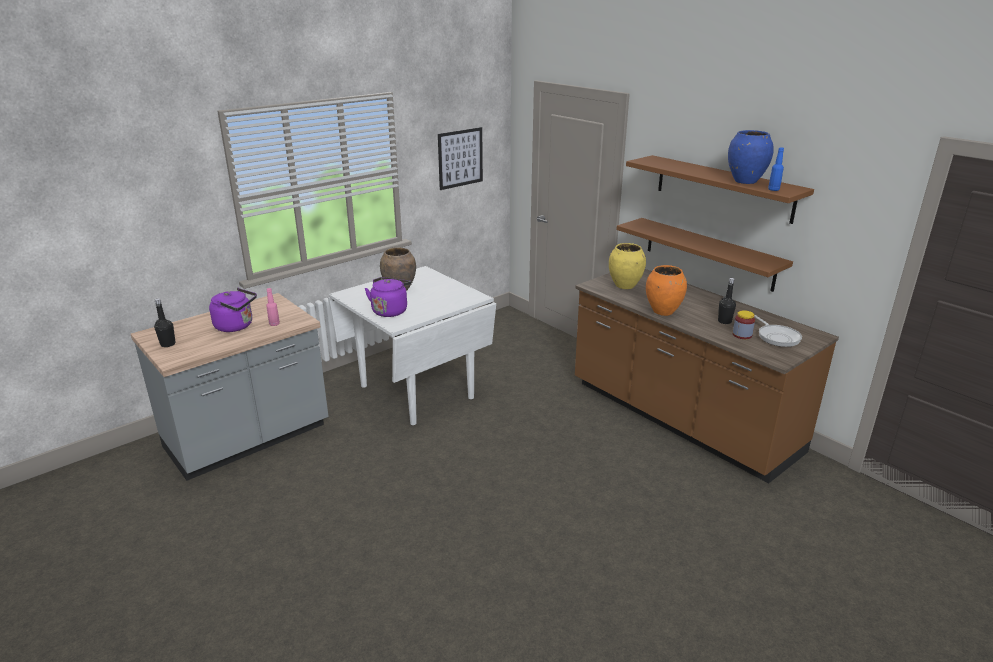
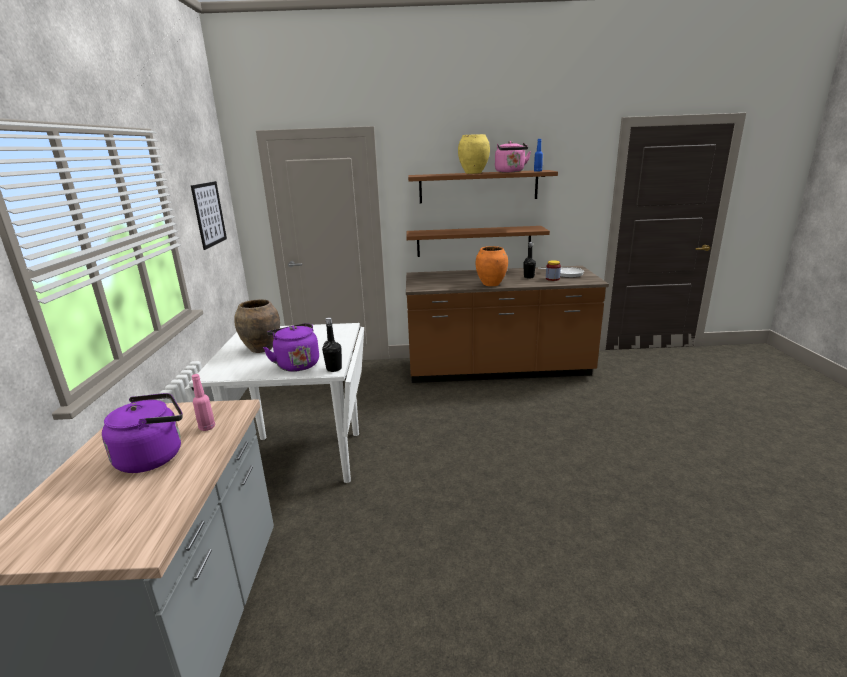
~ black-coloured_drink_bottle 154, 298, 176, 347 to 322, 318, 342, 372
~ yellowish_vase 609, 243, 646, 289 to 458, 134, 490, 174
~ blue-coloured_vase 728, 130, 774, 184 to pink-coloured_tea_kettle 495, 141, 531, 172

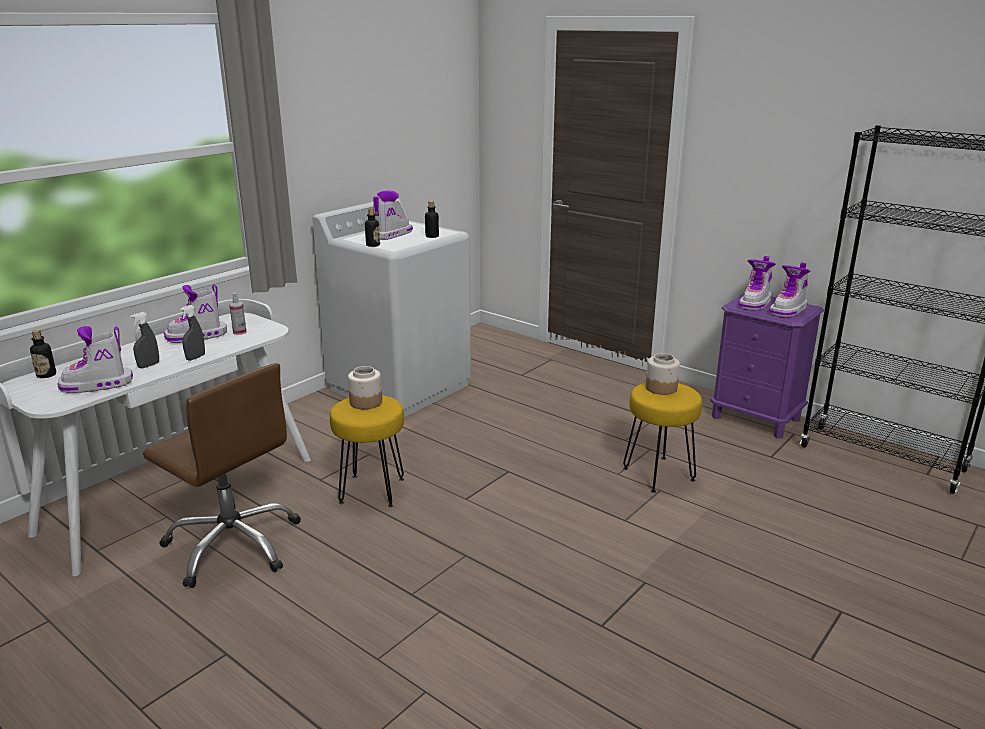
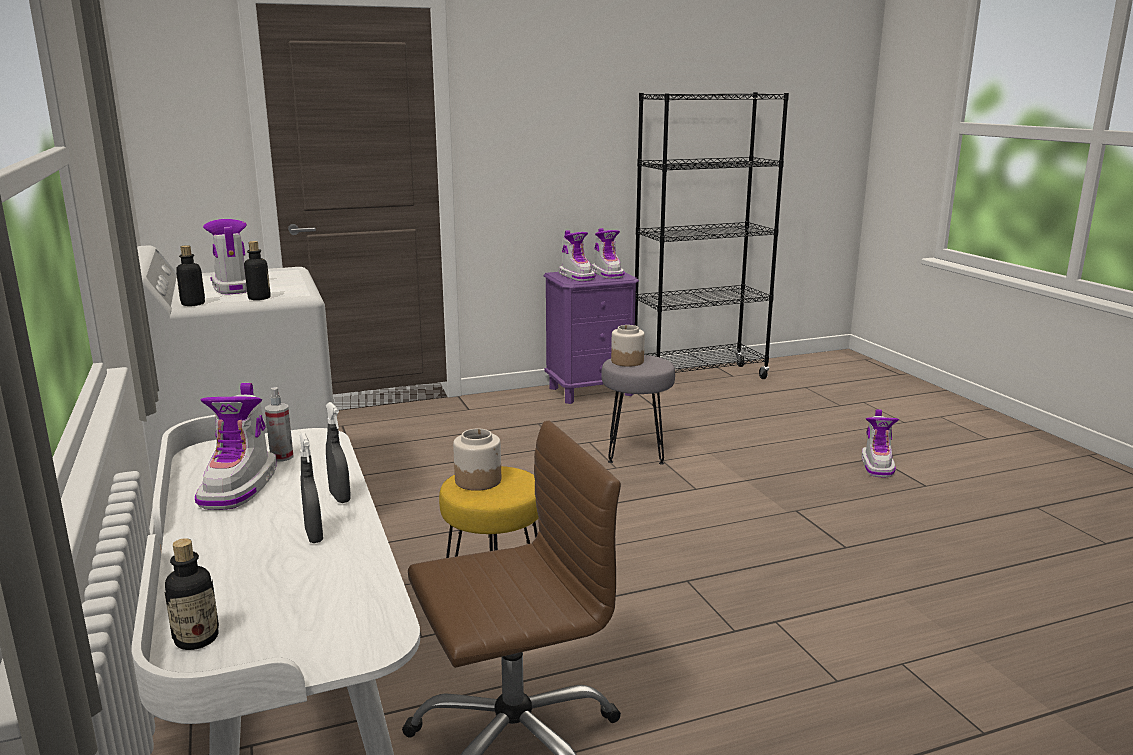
~ boot 57, 326, 133, 393 to 861, 409, 899, 477
~ drink_bottle 425, 201, 439, 238 to 176, 245, 205, 306
~ yellowish_sitting_stool 623, 383, 702, 493 to greyish_sitting_stool 601, 355, 675, 465

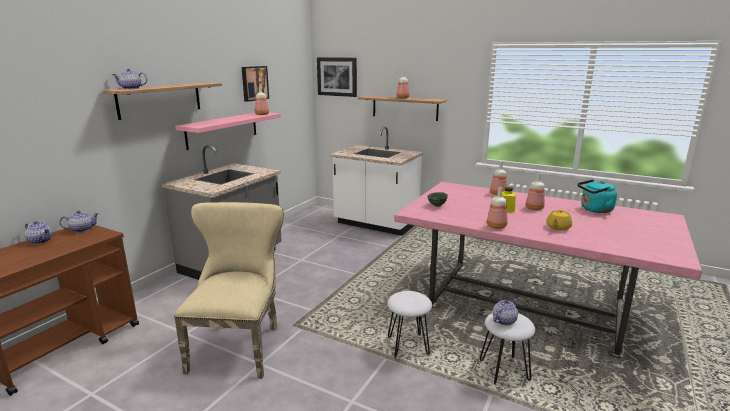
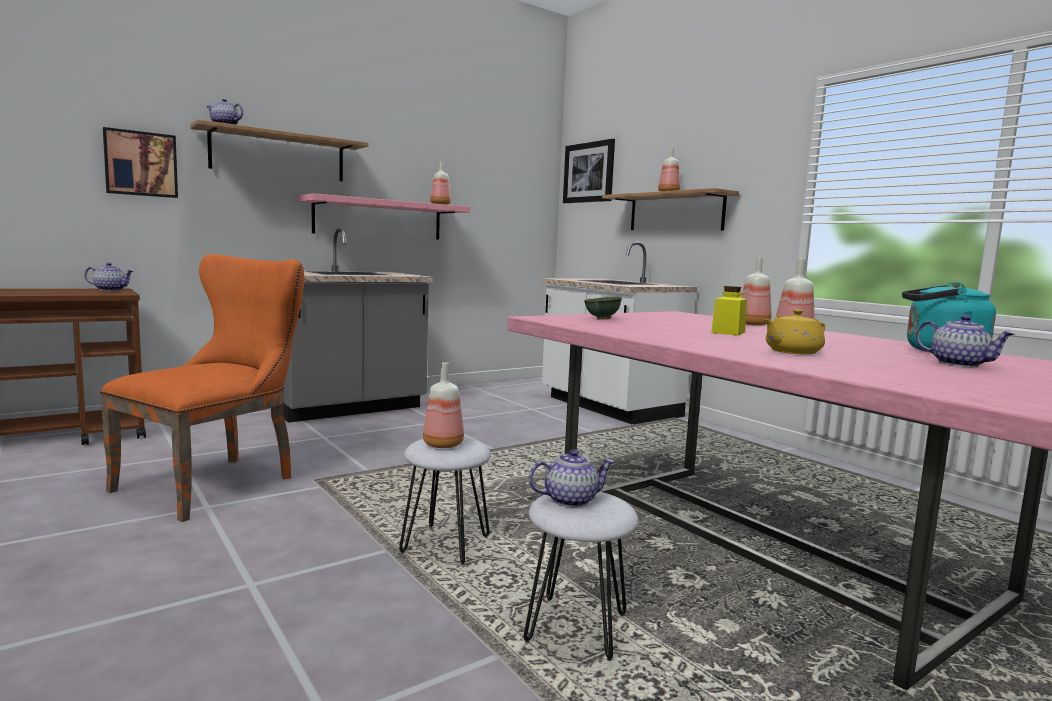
~ pot_for_tea 25, 221, 52, 244 to 915, 315, 1015, 367
~ picture 242, 66, 269, 102 to 103, 127, 178, 198
~ drink_bottle 487, 187, 508, 229 to 423, 362, 464, 448
~ beige_chair 174, 202, 284, 379 to orangey_chair 100, 254, 304, 522

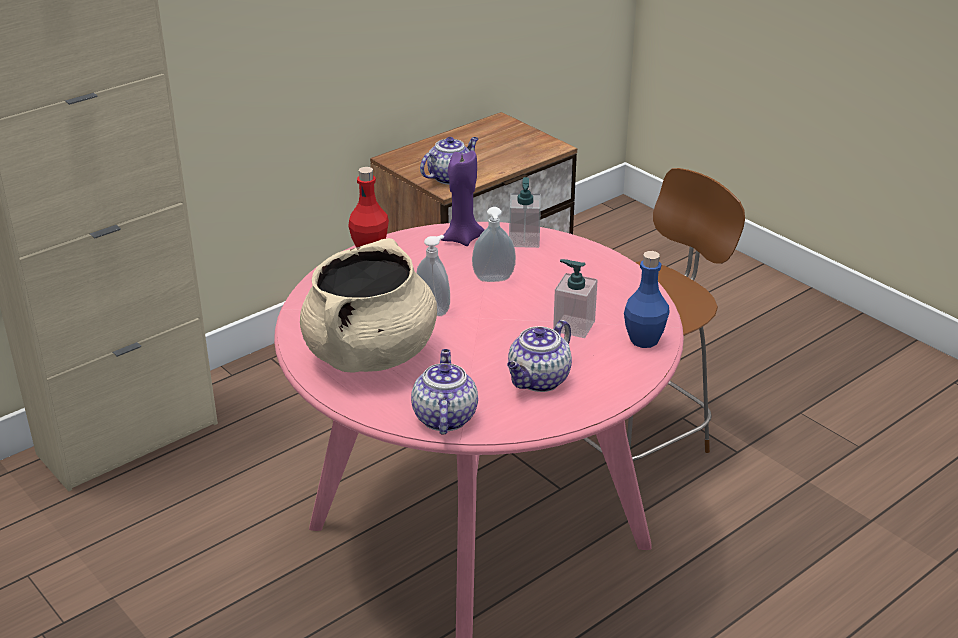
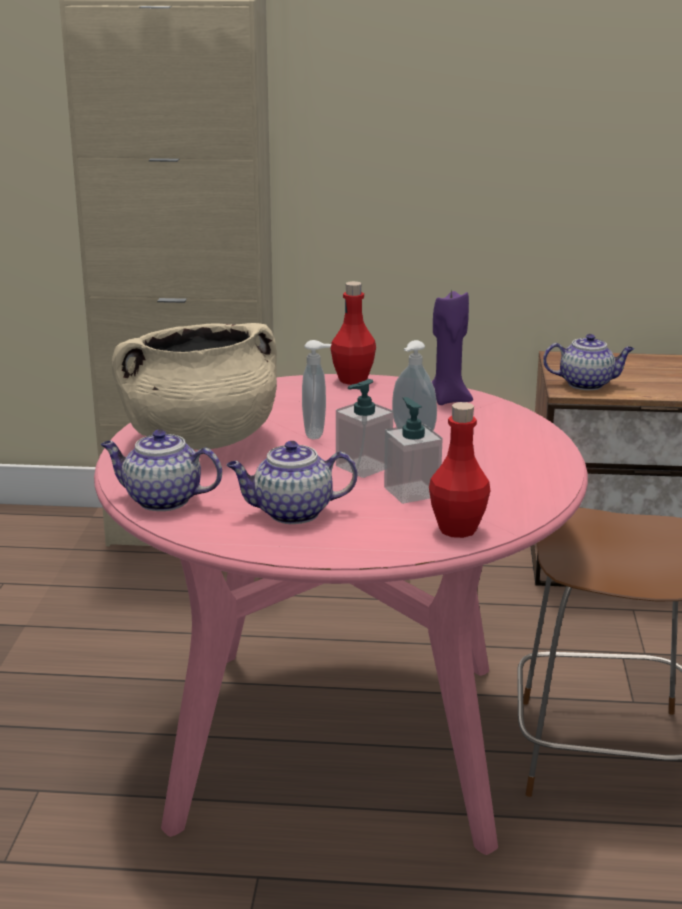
~ liquid_soap_bottle 509, 177, 541, 248 to 336, 379, 393, 478
~ blue-coloured_drink_bottle 624, 251, 670, 348 to red_drink_bottle 429, 402, 490, 538
~ pot_for_tea 411, 349, 478, 434 = 101, 430, 222, 511 120 degrees counterclockwise

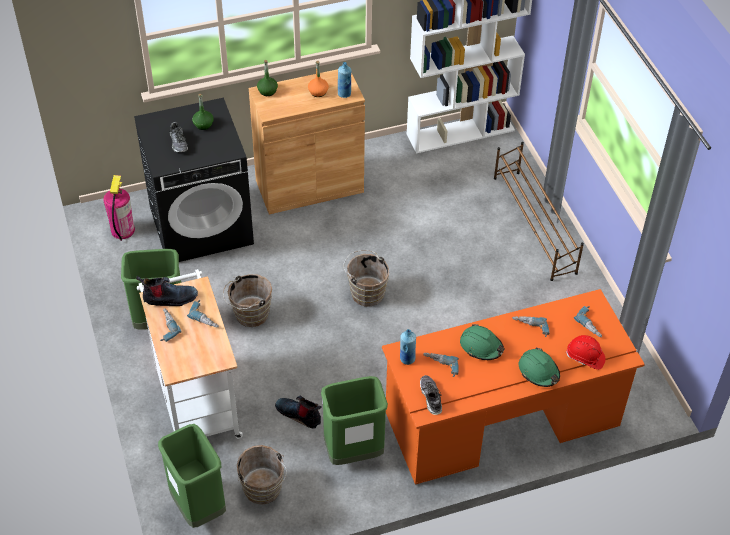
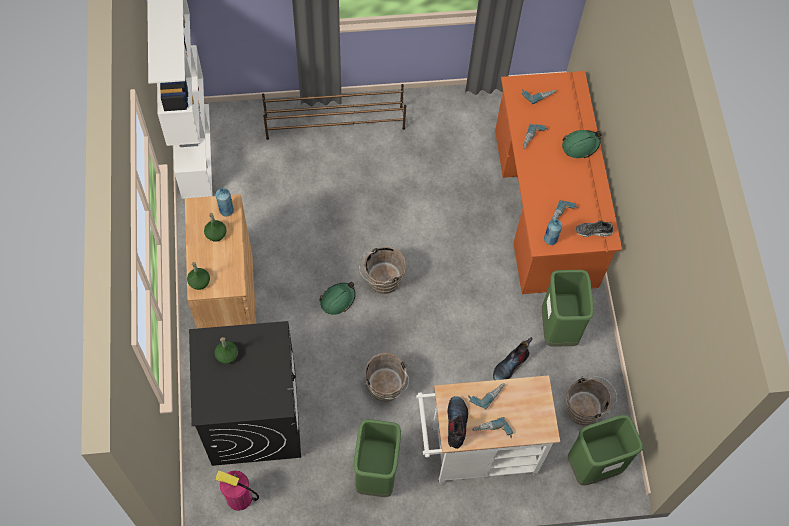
- item_of_footwear 169, 122, 188, 152
- red_safety_helmet 566, 335, 605, 370
~ green-coloured_safety_helmet 460, 324, 505, 360 to 319, 282, 356, 315
~ orangey_drink_bottle 308, 61, 329, 97 to green-coloured_drink_bottle 204, 213, 227, 242

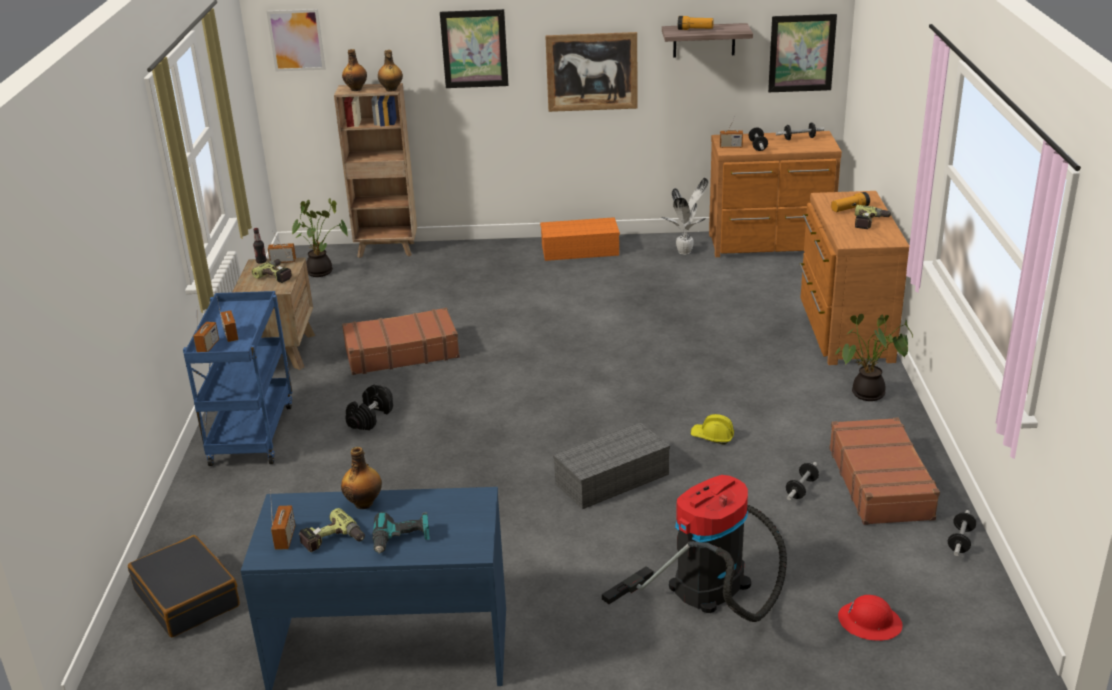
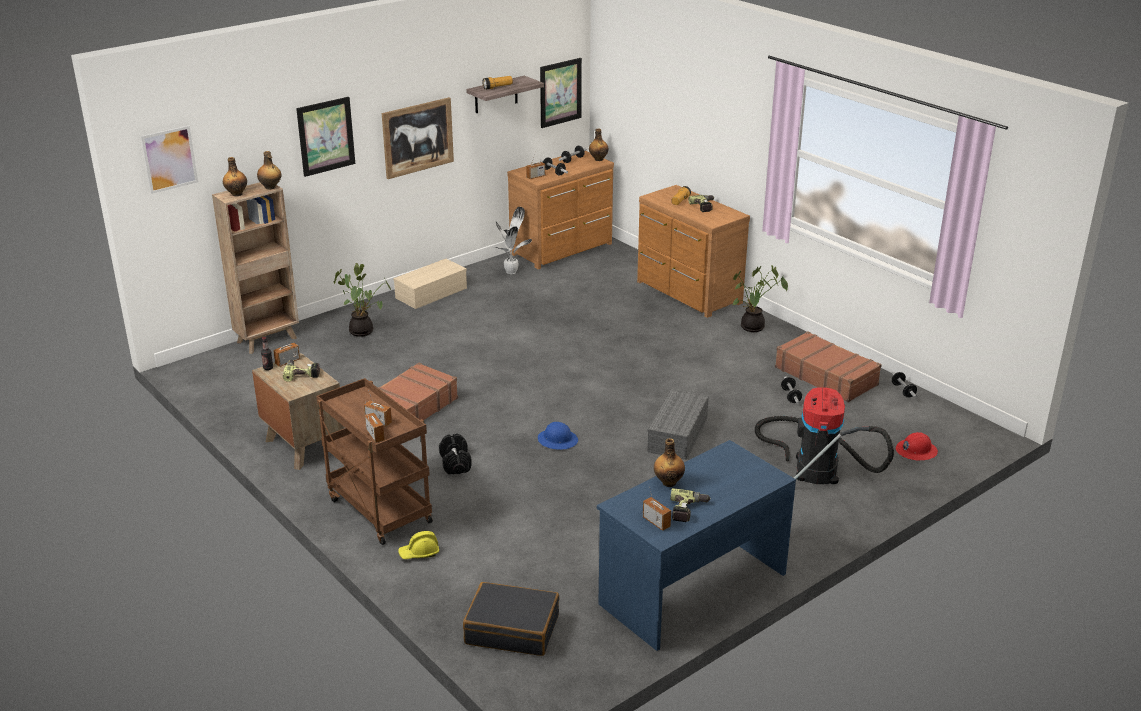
- power_drill 372, 512, 430, 554
+ blue-coloured_safety_helmet 538, 422, 578, 450
+ drink_bottle 589, 129, 609, 161
~ plant_in_a_pot 292, 198, 348, 277 to 333, 263, 391, 337
~ yellowish_safety_helmet 691, 414, 734, 445 to 398, 531, 439, 559
~ blue-coloured_trolley 183, 291, 292, 466 to brownish_trolley 316, 378, 433, 545
~ orangey_storage_container 540, 217, 620, 261 to beige_storage_container 393, 259, 467, 309

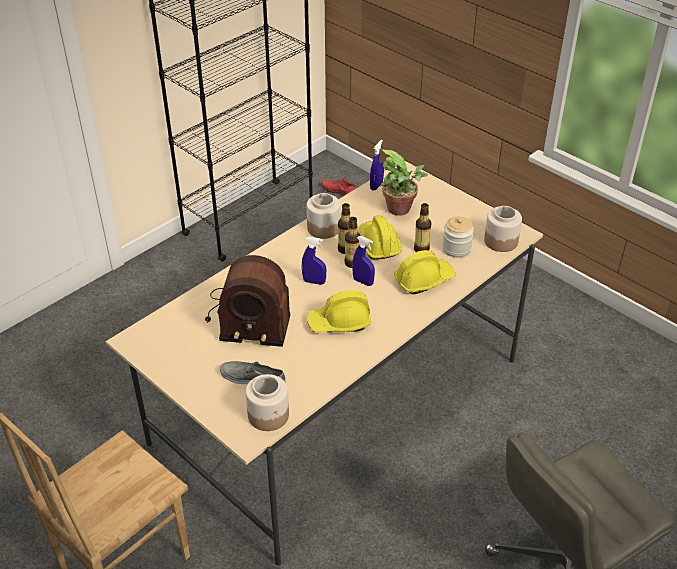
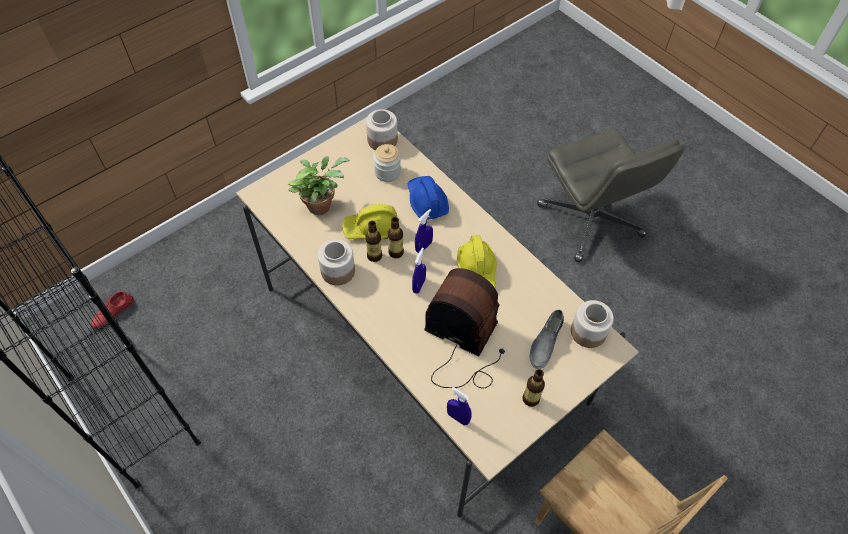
~ blue-coloured_sprayer 370, 140, 384, 191 to 447, 387, 472, 426
~ drink_bottle 414, 203, 431, 252 to 522, 369, 545, 407
~ yellowish_safety_helmet 394, 250, 456, 294 to blue-coloured_safety_helmet 408, 176, 449, 220
~ radio_receiver 205, 255, 290, 347 = 424, 268, 505, 388 75 degrees counterclockwise

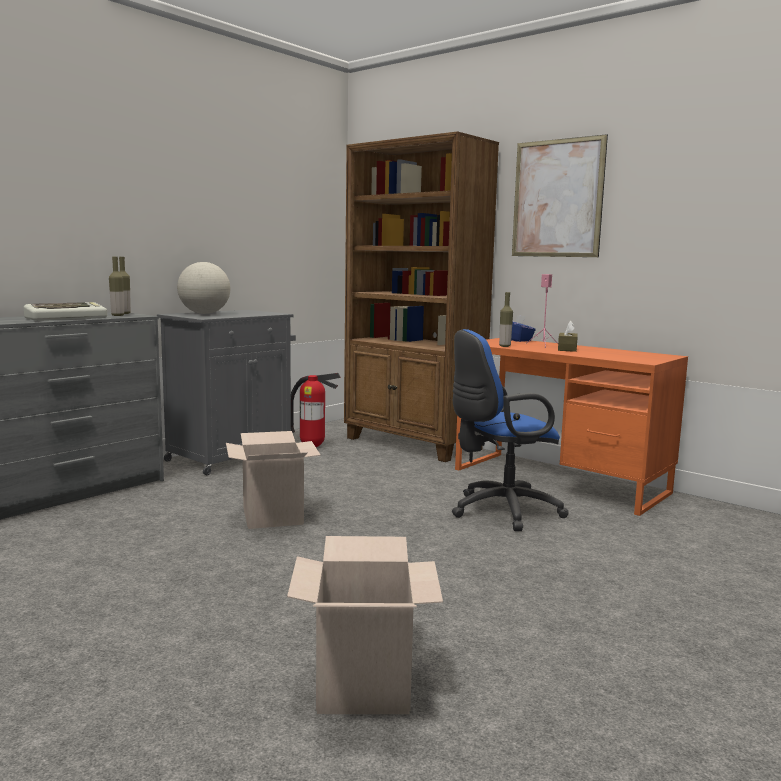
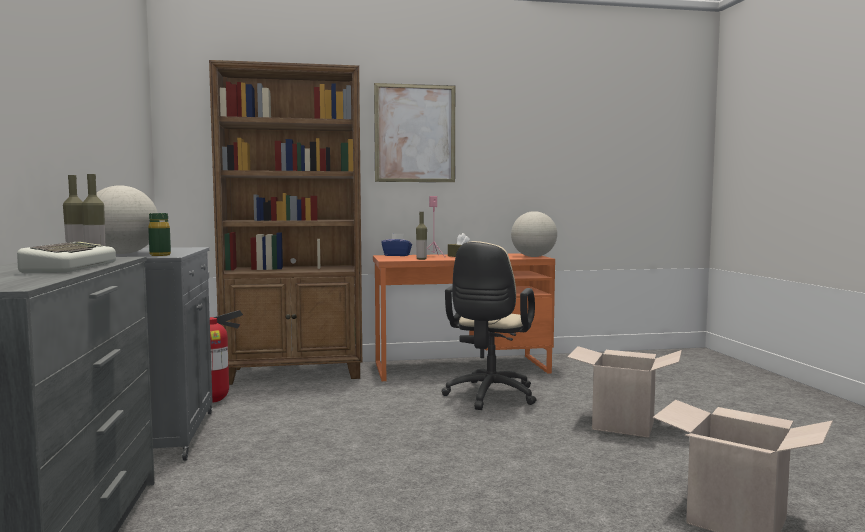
+ green-coloured_drink_bottle 148, 213, 171, 256
+ world_globe 511, 211, 557, 257
~ cardboard_box 226, 431, 321, 529 to 568, 346, 682, 438
~ blue-coloured_desk_chair 452, 329, 568, 531 to beige_desk_chair 442, 241, 536, 410

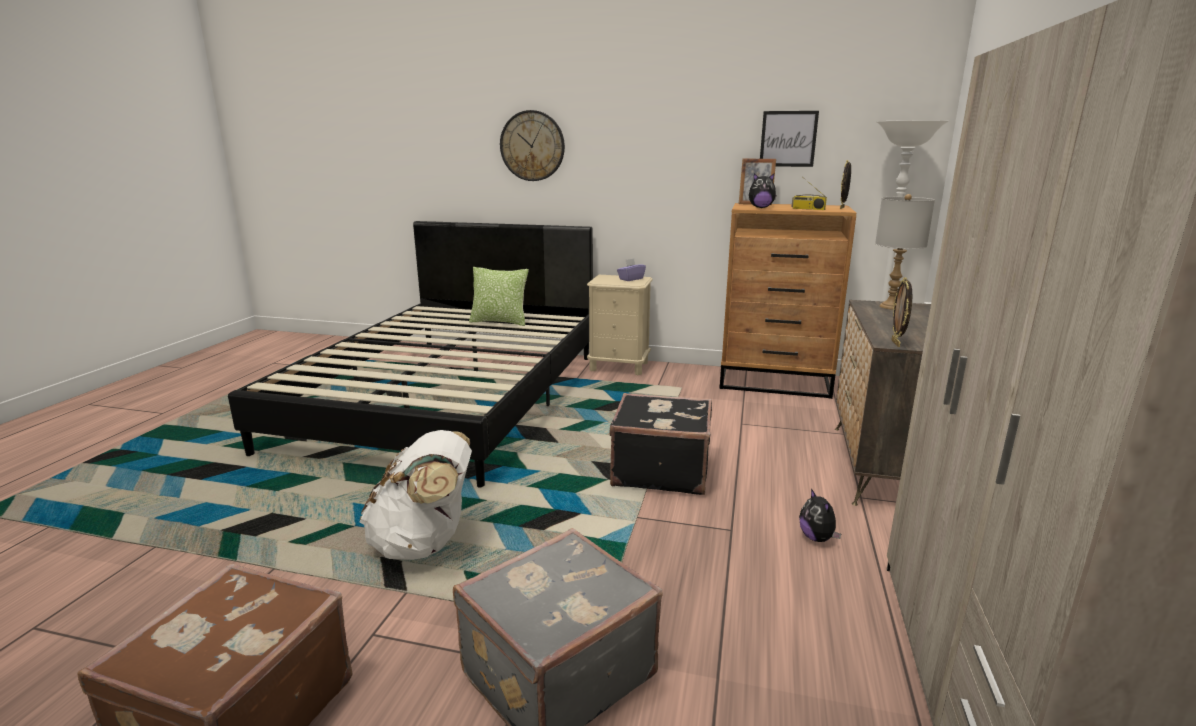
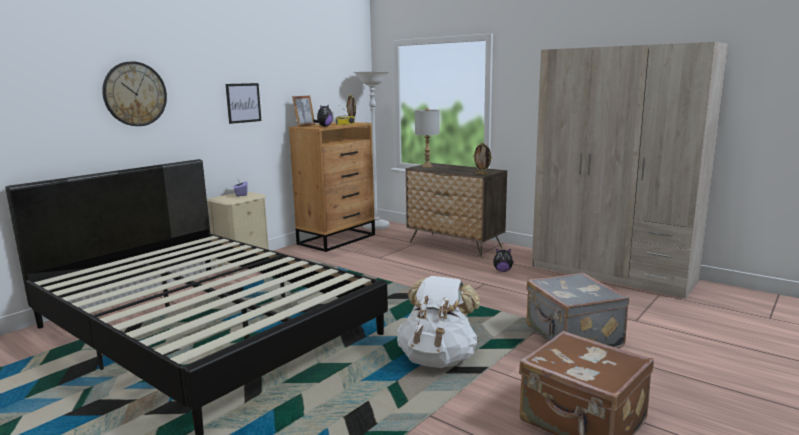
- pillow 469, 267, 528, 326
- black-coloured_suitcase 609, 393, 712, 495
~ picture 760, 111, 819, 167 to 226, 83, 261, 124

